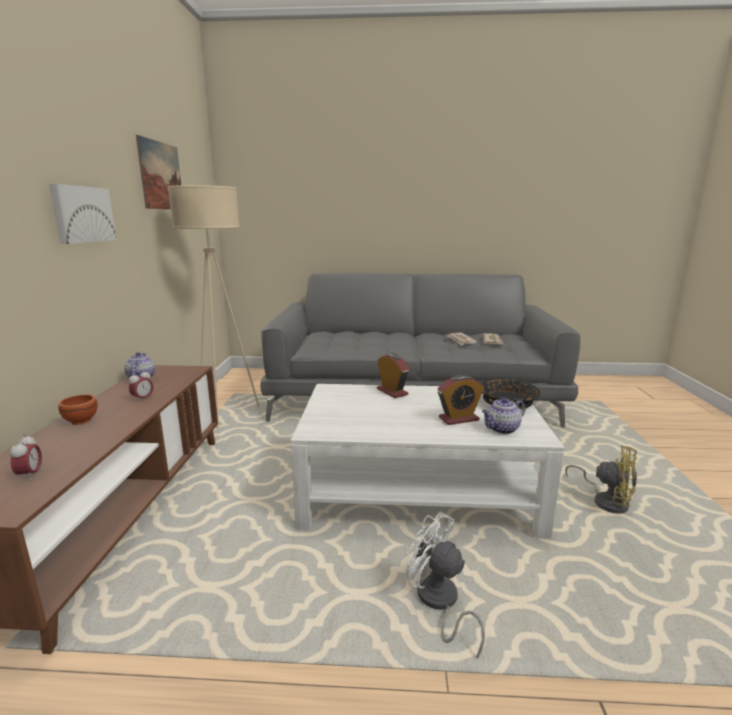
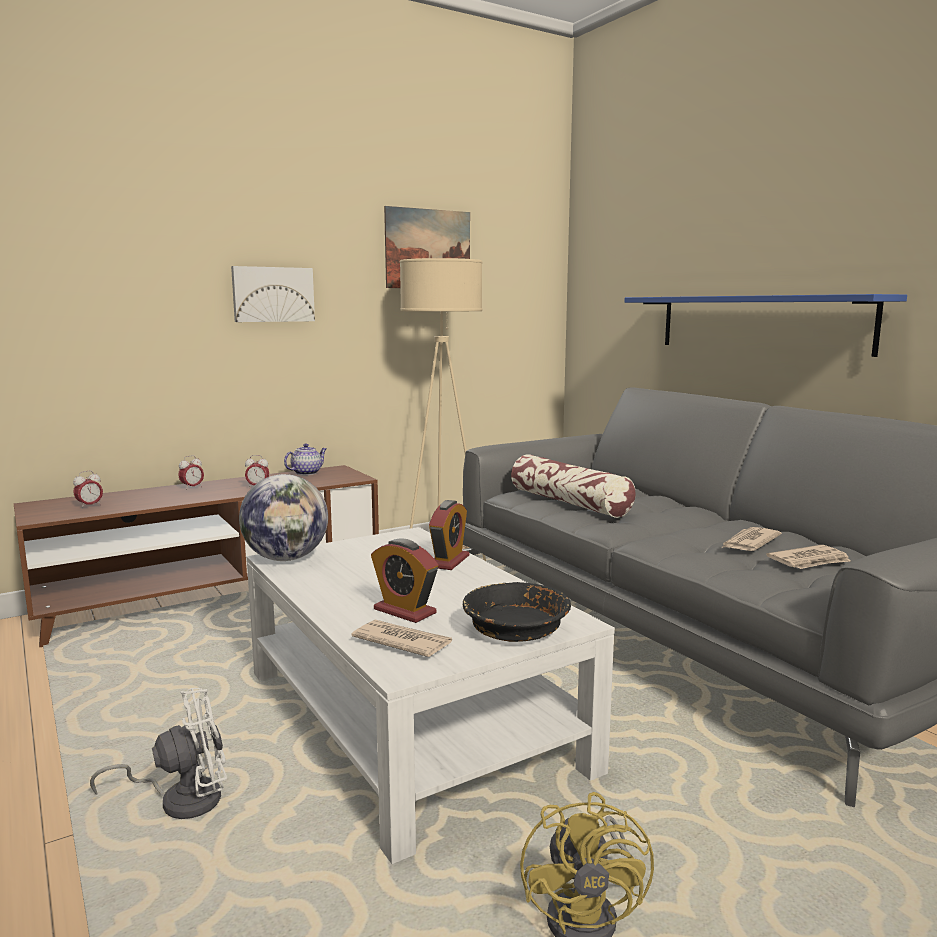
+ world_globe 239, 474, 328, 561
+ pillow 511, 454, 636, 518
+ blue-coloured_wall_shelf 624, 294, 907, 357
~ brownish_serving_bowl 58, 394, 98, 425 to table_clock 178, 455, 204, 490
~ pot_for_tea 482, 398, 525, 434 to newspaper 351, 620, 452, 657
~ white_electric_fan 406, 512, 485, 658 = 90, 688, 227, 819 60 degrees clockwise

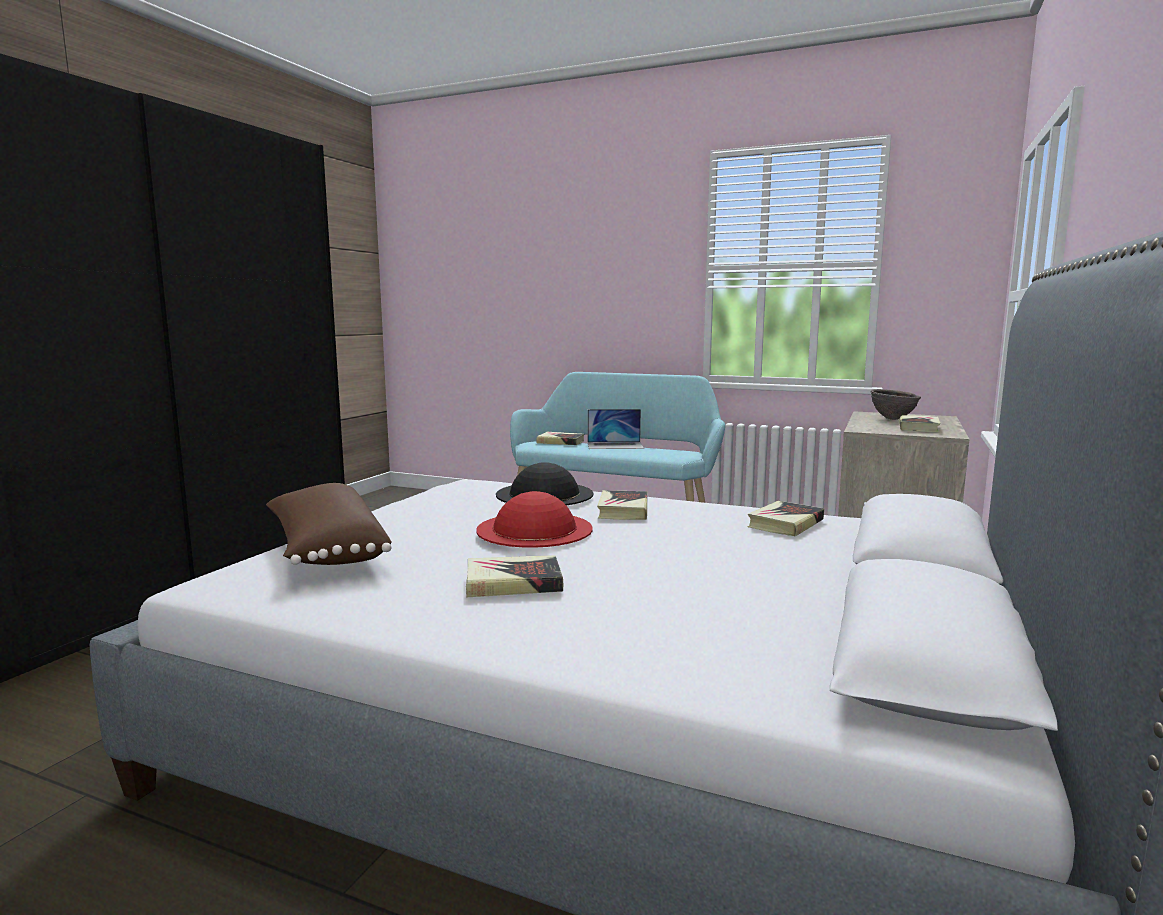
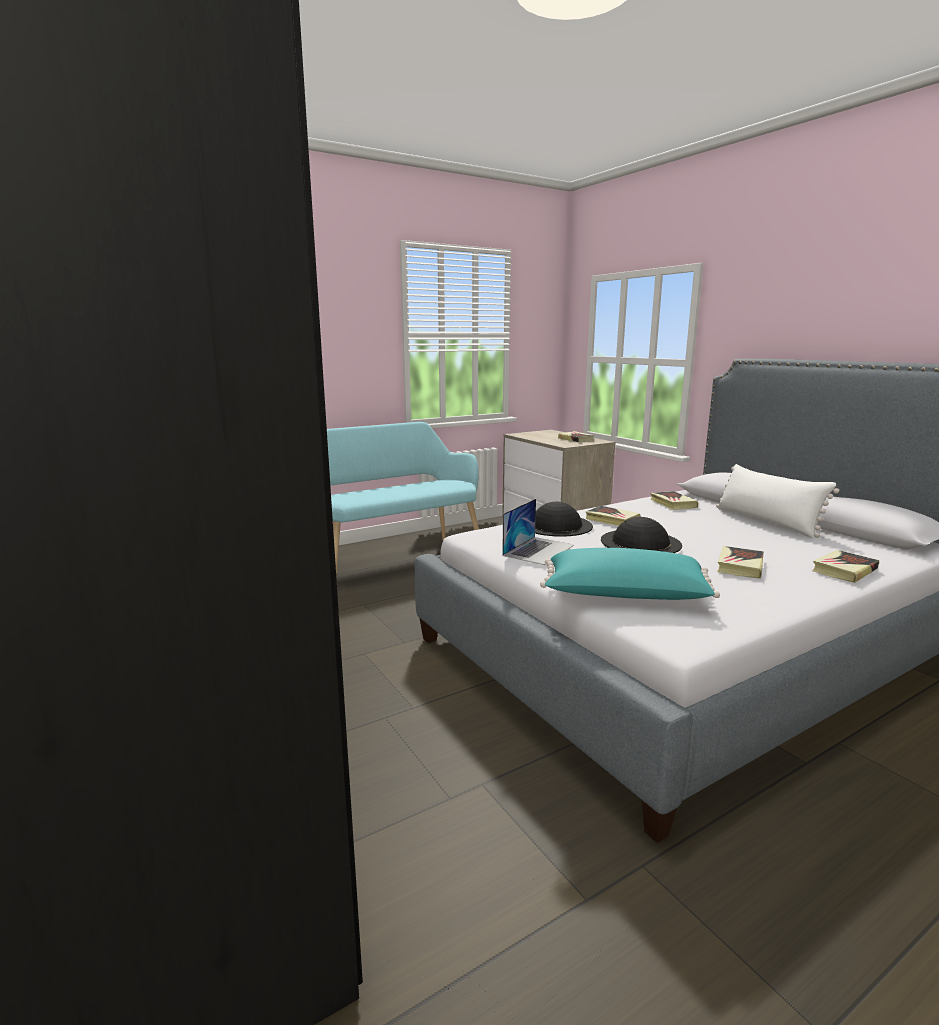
- brownish_serving_bowl 871, 389, 921, 420
+ white_pillow 716, 464, 839, 538
~ book 536, 432, 584, 445 to 812, 550, 880, 583
~ laptop 588, 409, 644, 449 to 502, 499, 574, 565
~ brownish_pillow 266, 483, 392, 565 to blue-green_pillow 540, 548, 720, 600
~ red_clothing_hat 476, 491, 593, 548 to black-coloured_clothing_hat 601, 517, 682, 553

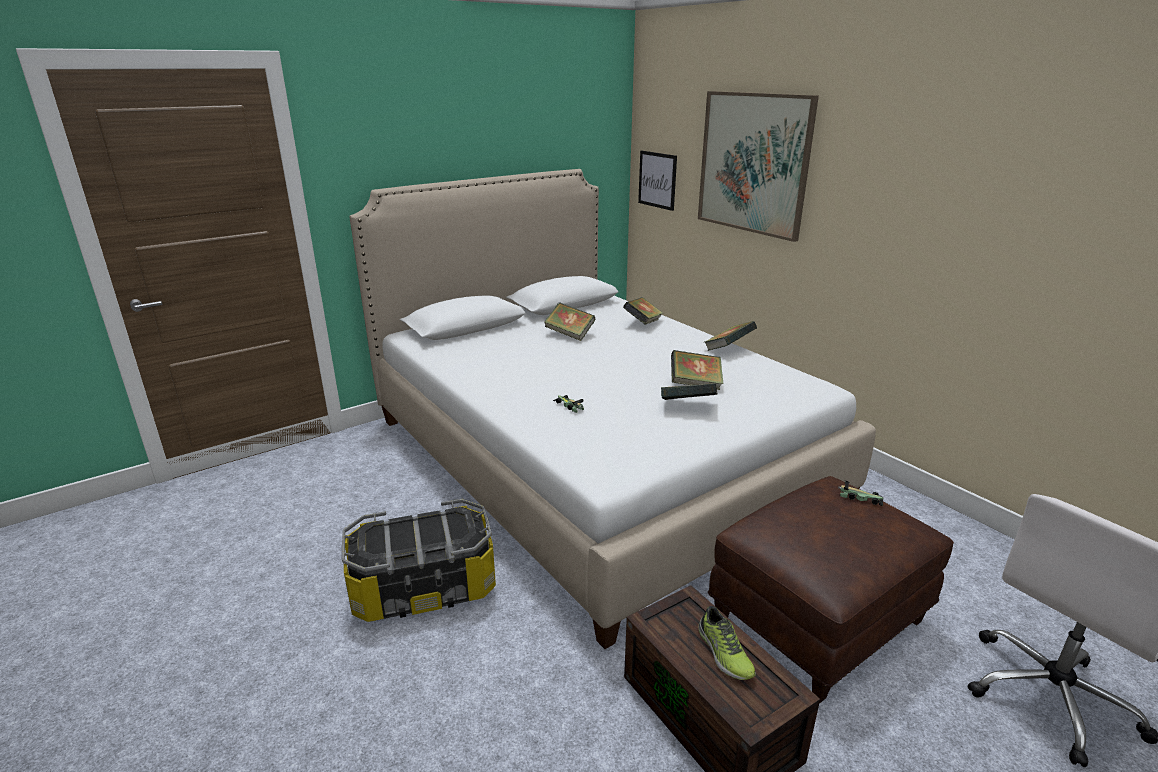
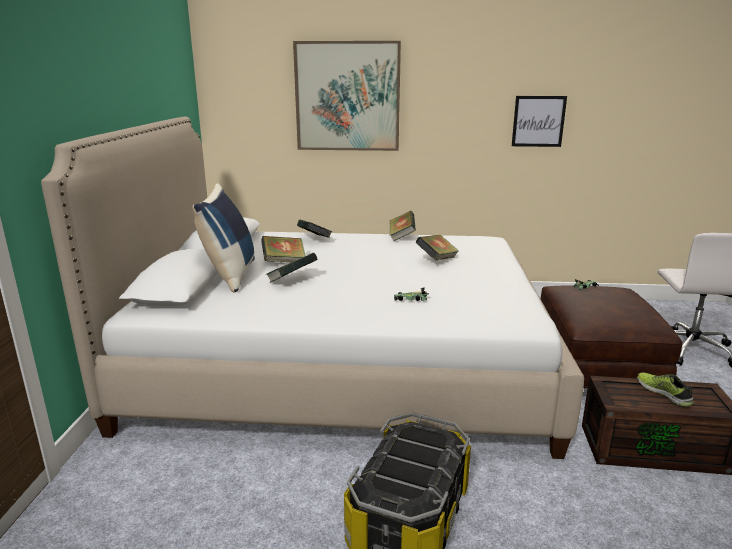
+ blue-coloured_pillow 192, 184, 255, 292
~ picture 638, 151, 677, 211 to 512, 96, 567, 147
~ book 661, 383, 717, 400 to 267, 253, 318, 283
~ item_of_footwear 699, 606, 756, 680 = 637, 372, 693, 407 135 degrees counterclockwise

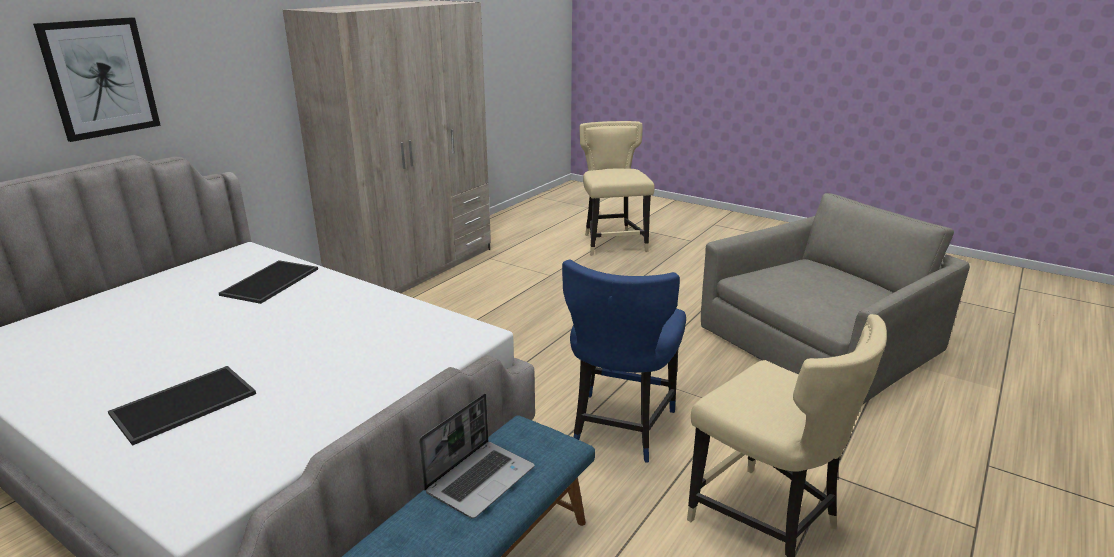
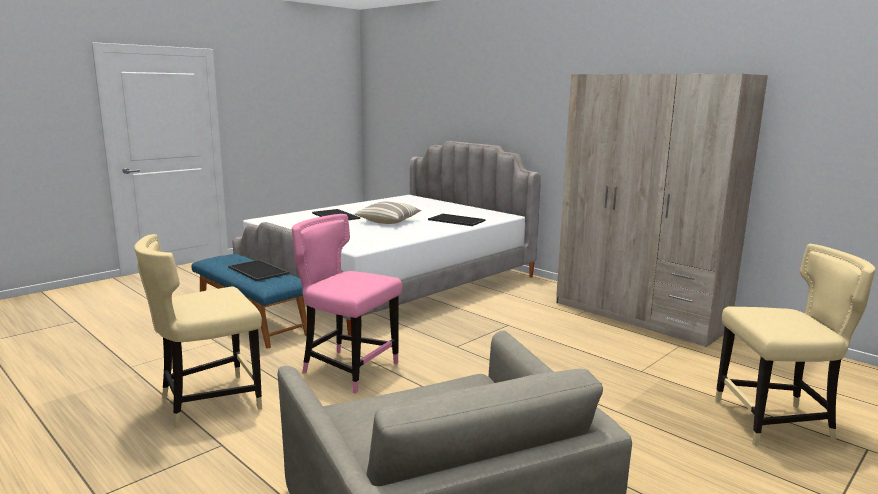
- picture 33, 17, 161, 142
+ pillow 355, 201, 422, 224
~ laptop 419, 393, 535, 519 to serving_tray 228, 260, 289, 281
~ blue-coloured_chair 562, 260, 686, 463 to pink-coloured_chair 292, 214, 402, 394

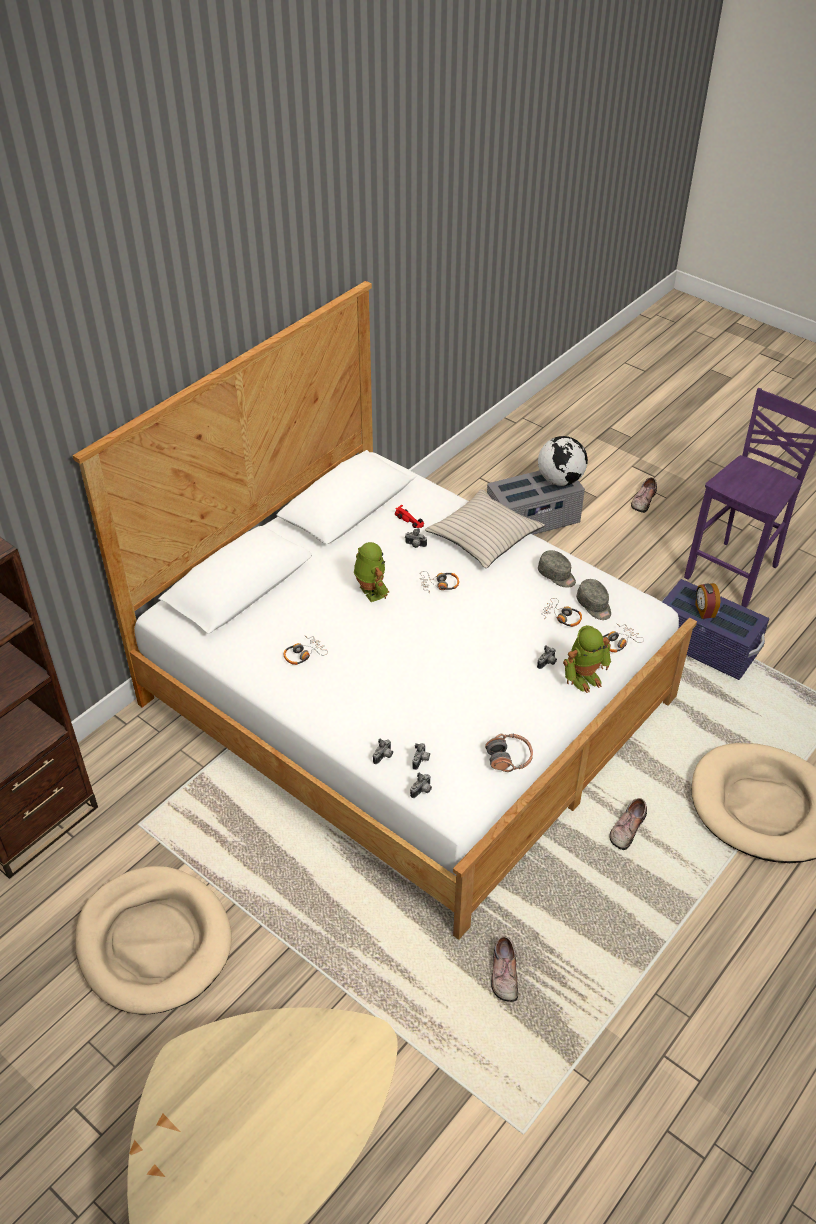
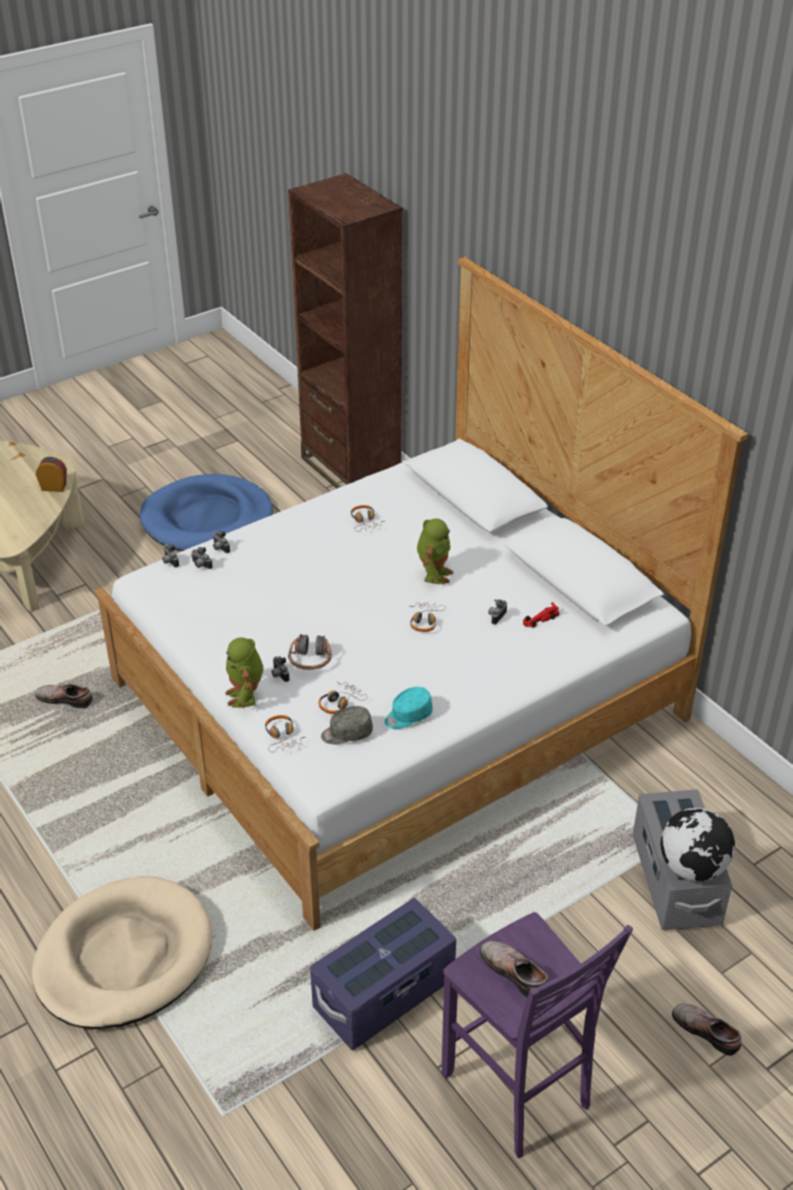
- beige_pillow 425, 489, 545, 568
~ headphones 485, 734, 533, 772 to 288, 634, 332, 670
~ item_of_footwear 609, 798, 647, 850 to 480, 941, 549, 997
~ table_clock 695, 583, 720, 619 to 36, 457, 67, 492
~ beige_pet_bed 75, 866, 232, 1014 to blue-coloured_pet_bed 140, 474, 273, 551
~ greyish_baseball_cap 538, 550, 576, 588 to blue-green_baseball_cap 385, 687, 433, 729
~ robot_figure 354, 542, 389, 602 = 417, 518, 454, 584 60 degrees counterclockwise

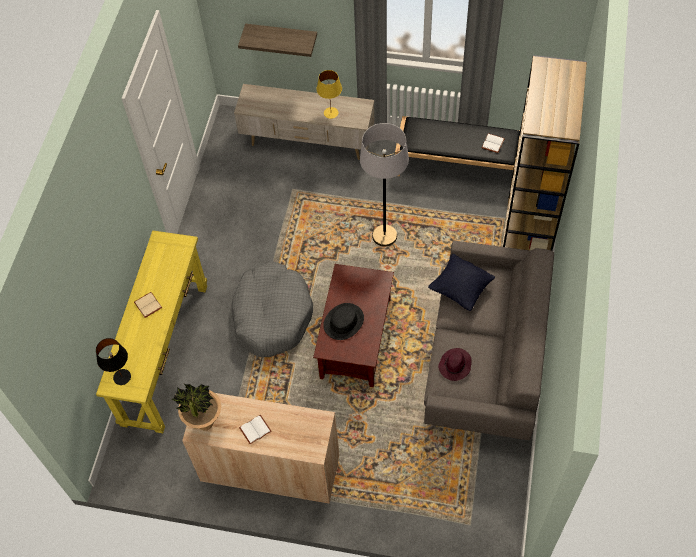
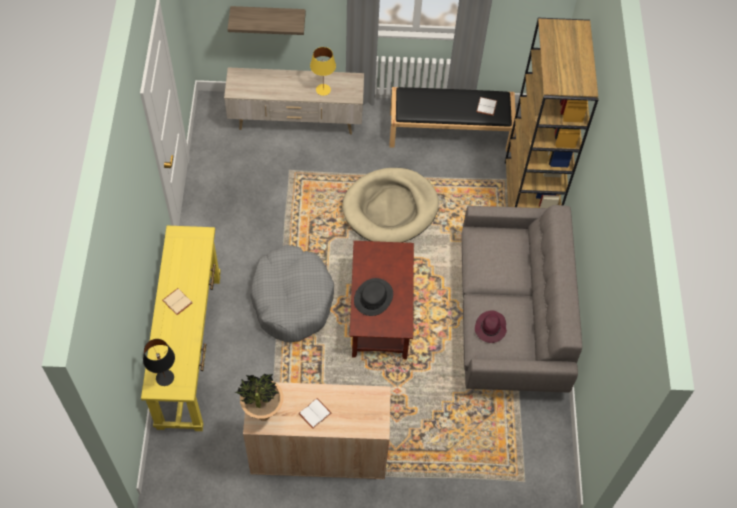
- black-coloured_pillow 428, 254, 495, 311
~ greyish_standard_lamp 360, 123, 409, 246 to beige_pet_bed 342, 168, 439, 243

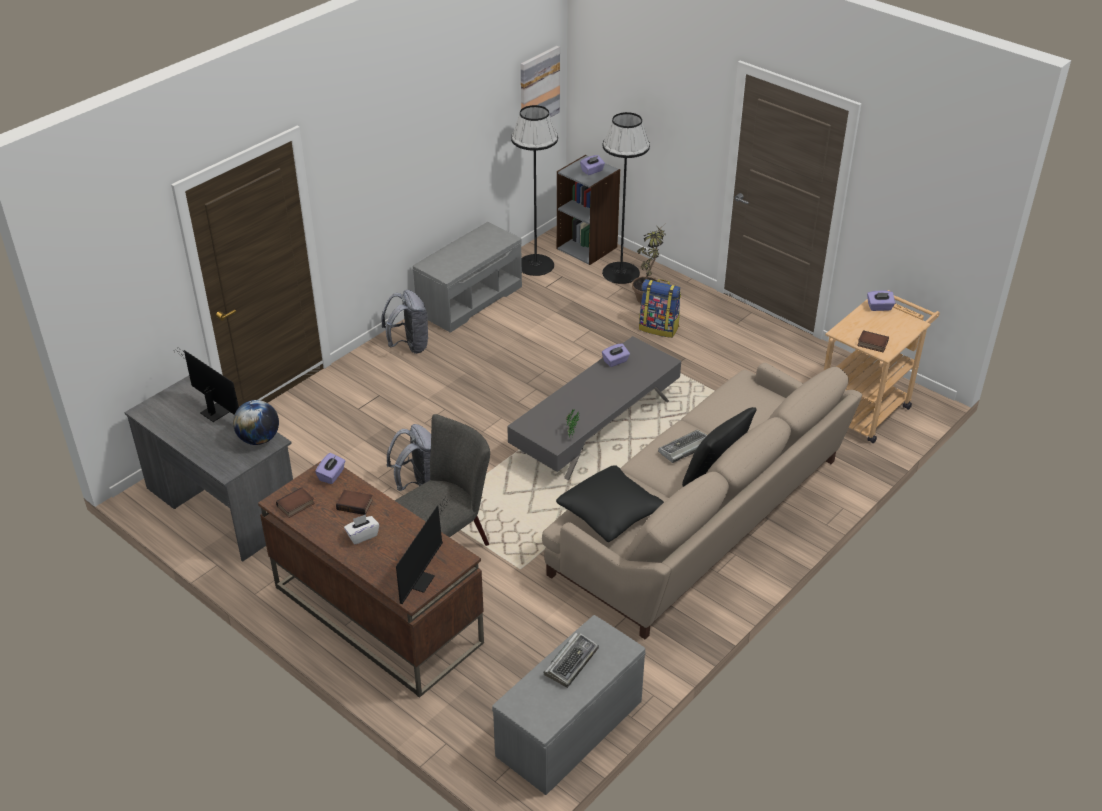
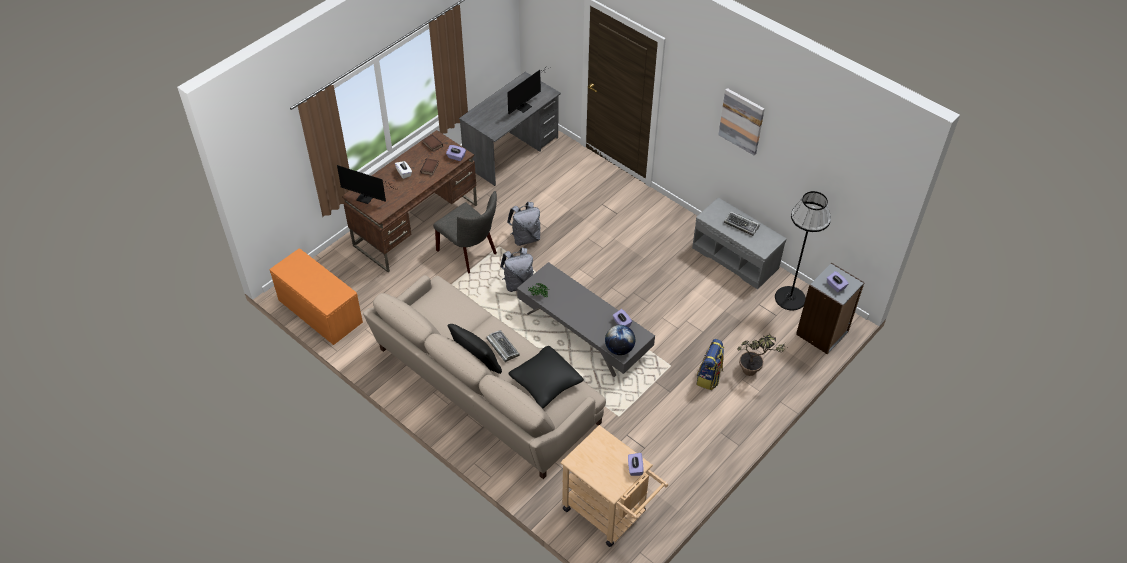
- black-coloured_standard_lamp 602, 112, 650, 284
- book 857, 330, 889, 353
~ world_globe 233, 400, 279, 445 to 605, 325, 635, 355
~ greyish_backpack 381, 290, 428, 354 to 500, 248, 534, 292
~ picture 521, 46, 560, 117 to 718, 88, 765, 155
~ PC_keyboard 544, 633, 599, 688 to 724, 211, 760, 236
~ black-coloured_pillow 556, 465, 664, 542 to 508, 346, 584, 408
~ greyish_long_seat 492, 615, 646, 795 to orangey_long_seat 270, 248, 363, 345

